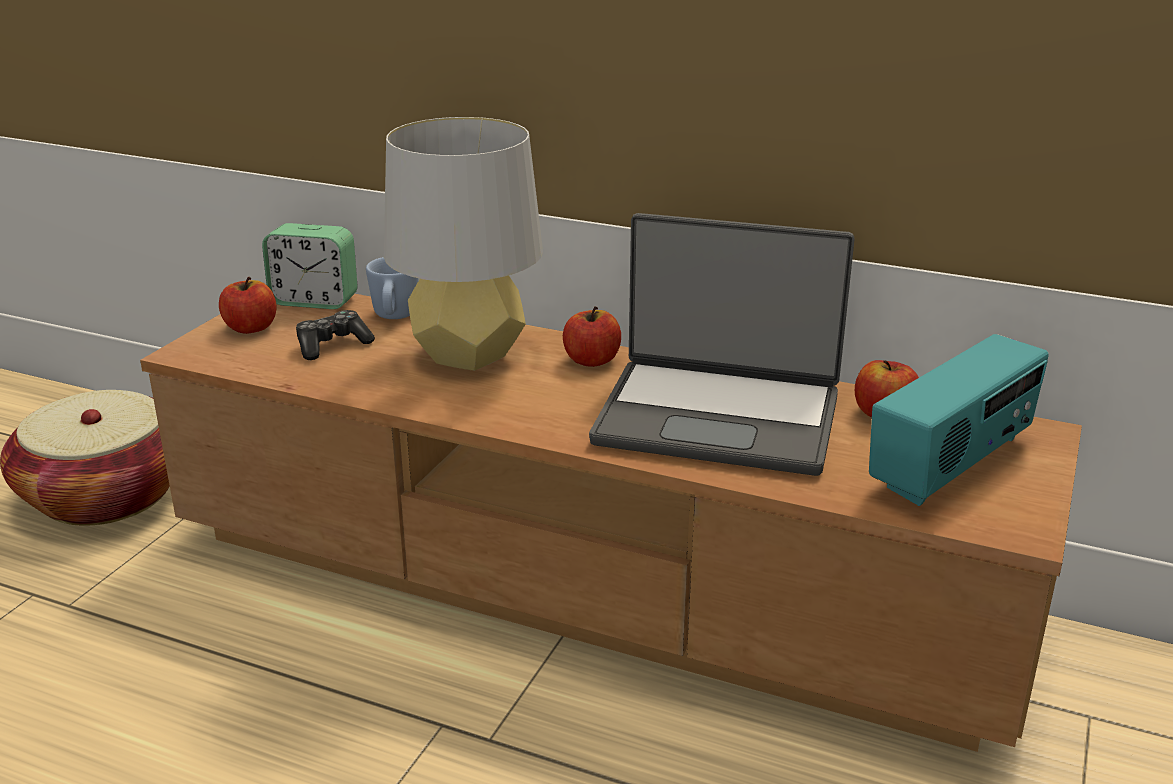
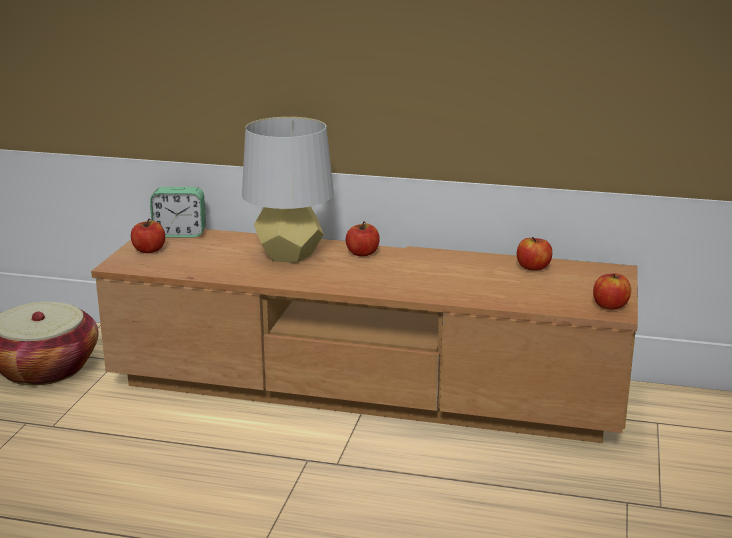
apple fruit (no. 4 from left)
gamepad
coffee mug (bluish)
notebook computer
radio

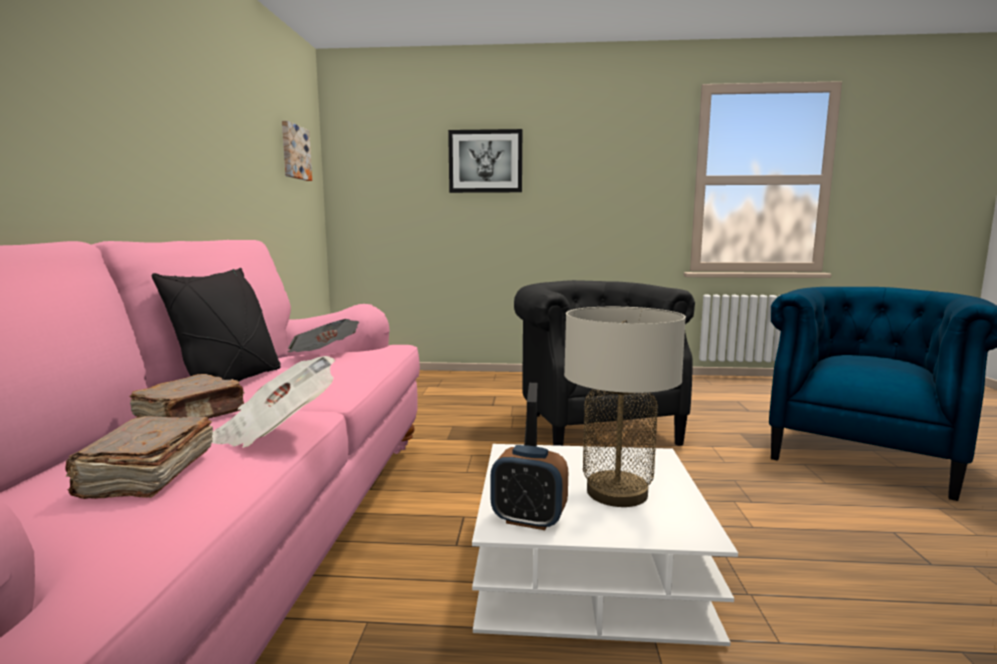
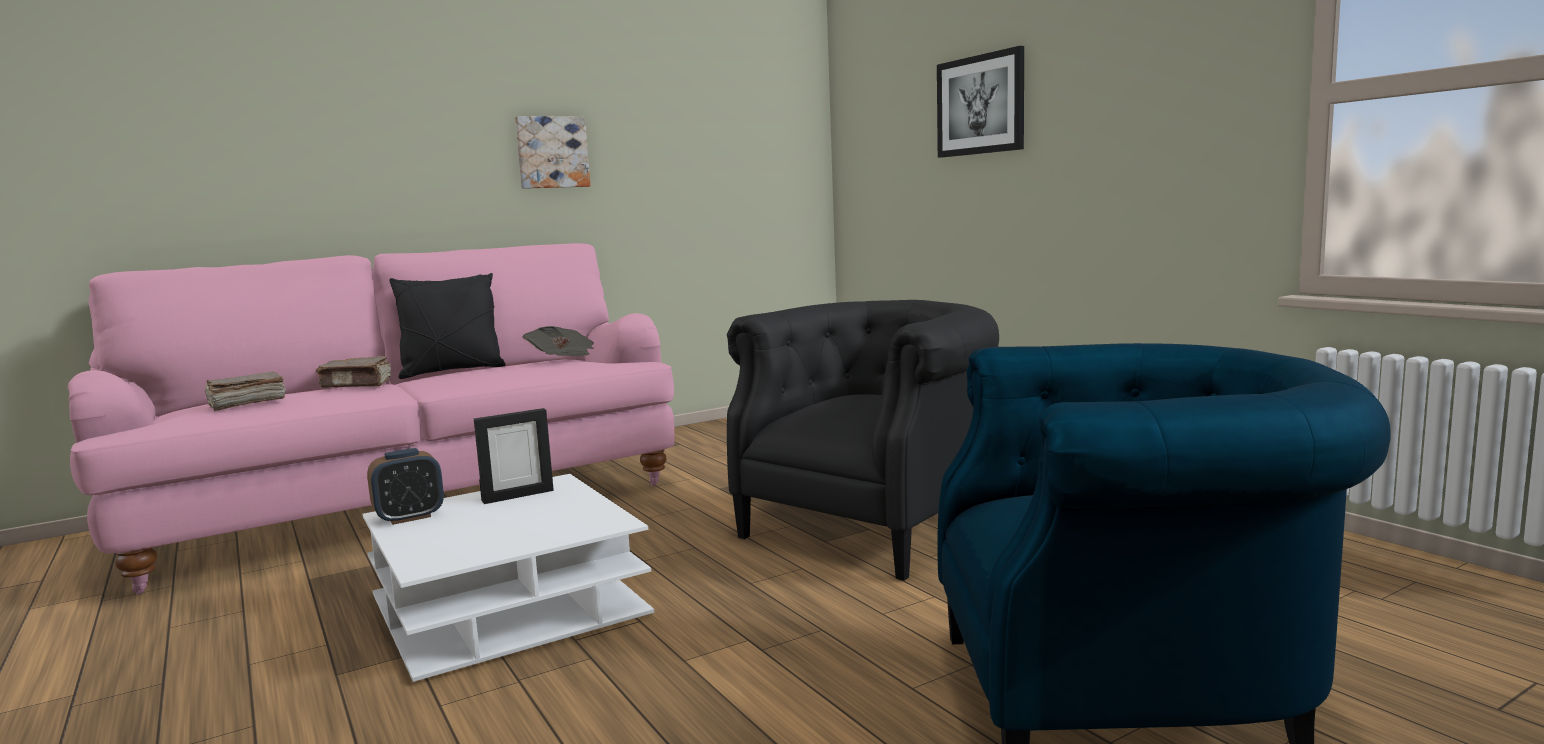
table clock
wall picture (no. 1 from left)
daily paper (no. 1 from left in the first image)
table lamp

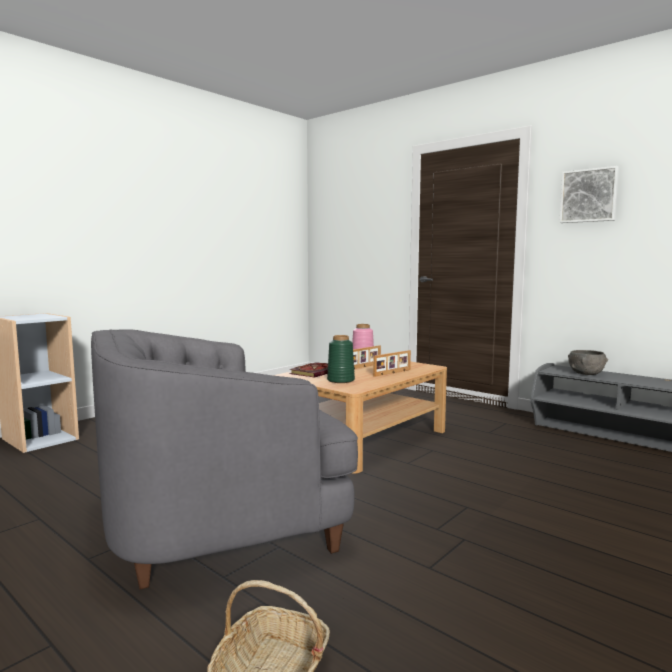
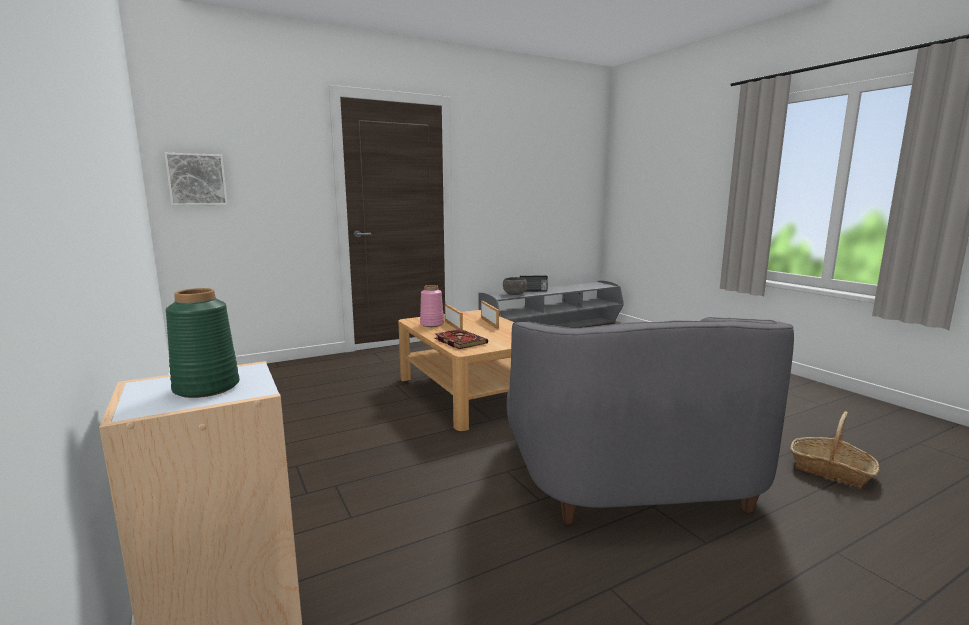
wall picture
flower vase (greenish)
radio

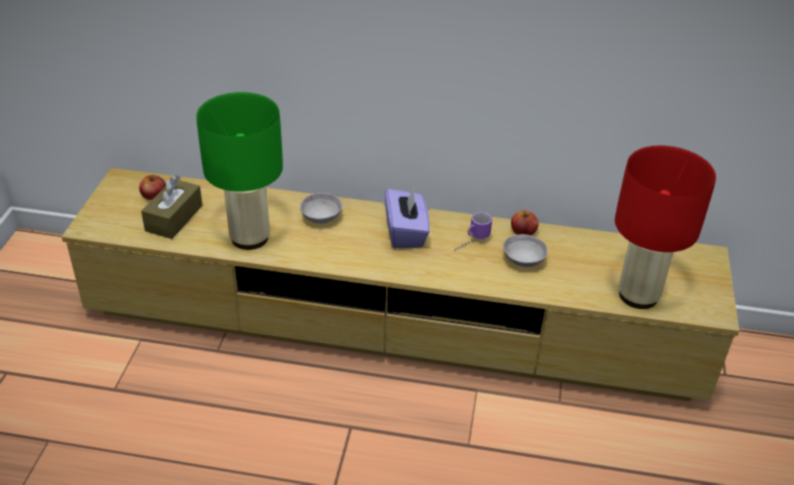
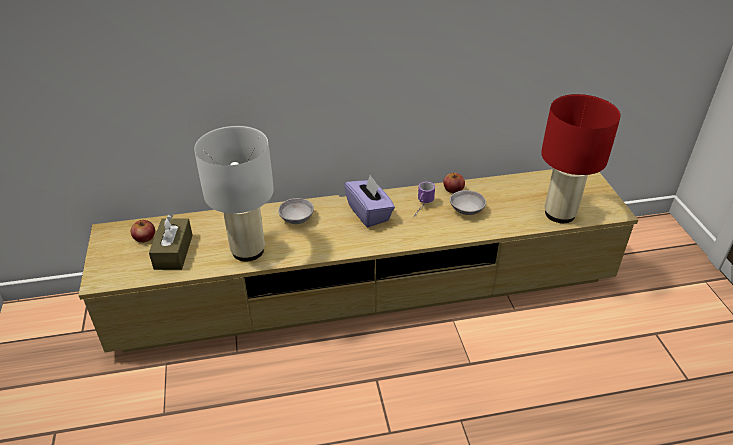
table lamp (white)

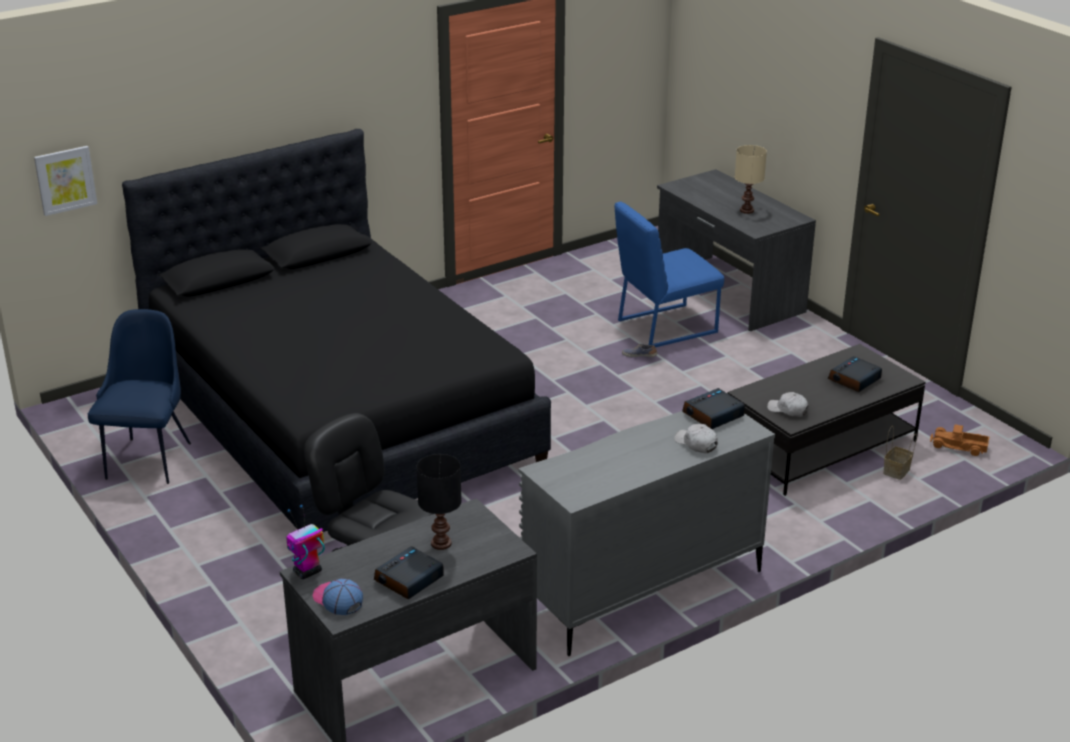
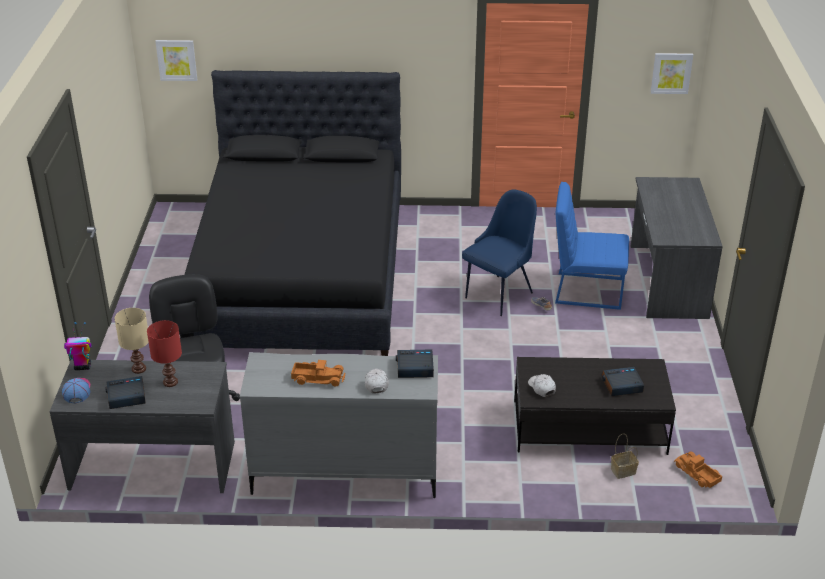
table lamp (beige-coloured)
table lamp (red)
model truck (no. 1 from left)
plain chair (bluish) (no. 1 from left)
wall picture (no. 2 from left)

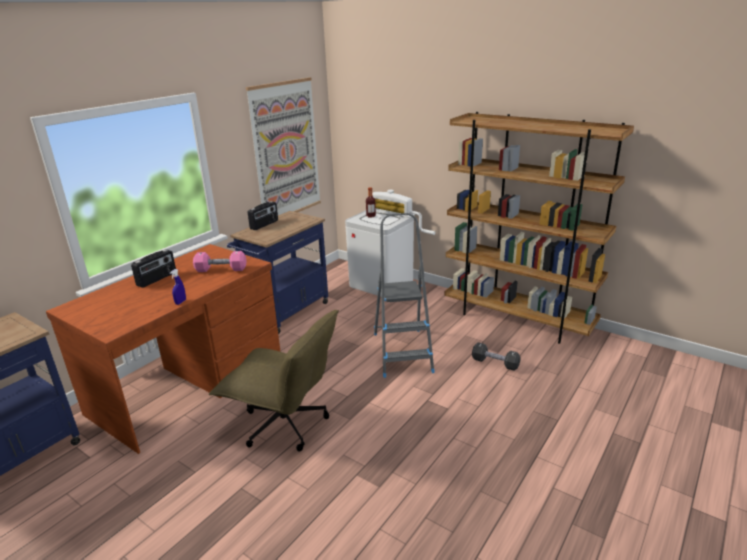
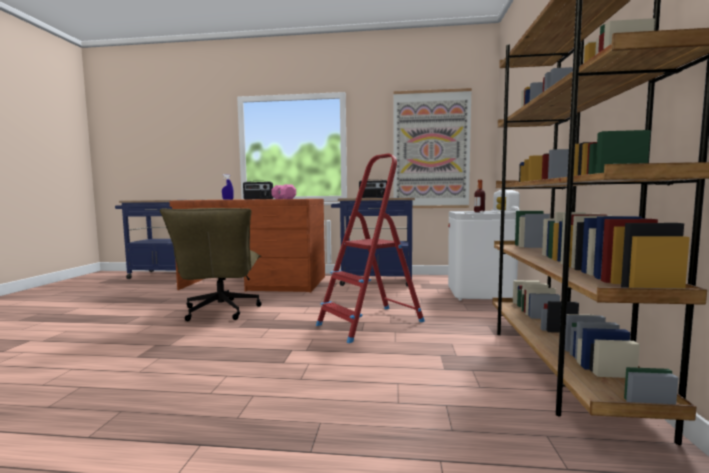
stepladder (red)
dumbbell (black-coloured)

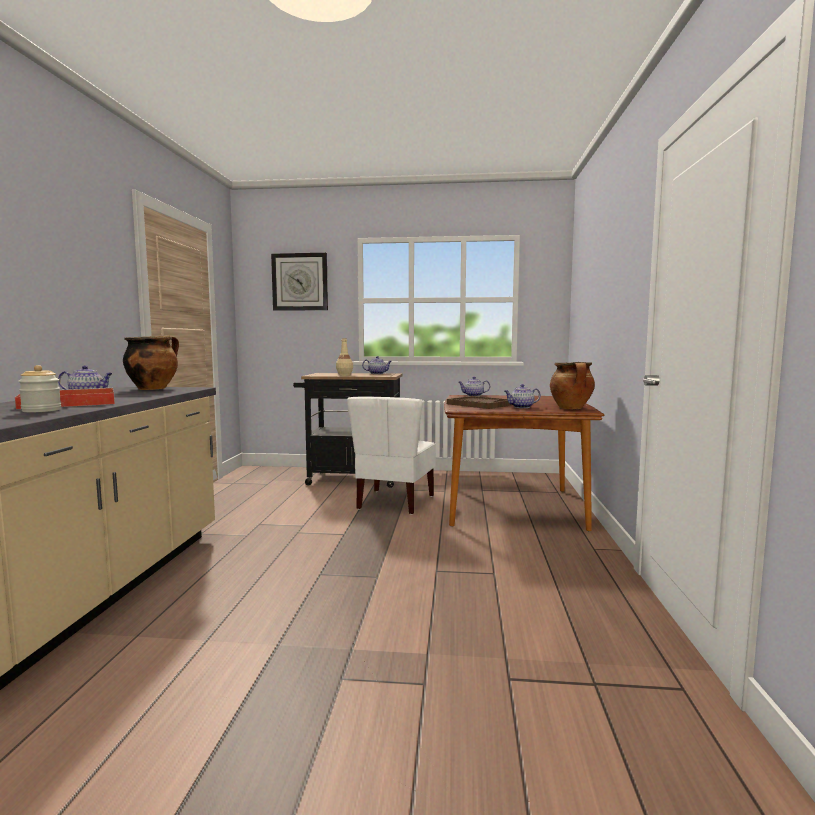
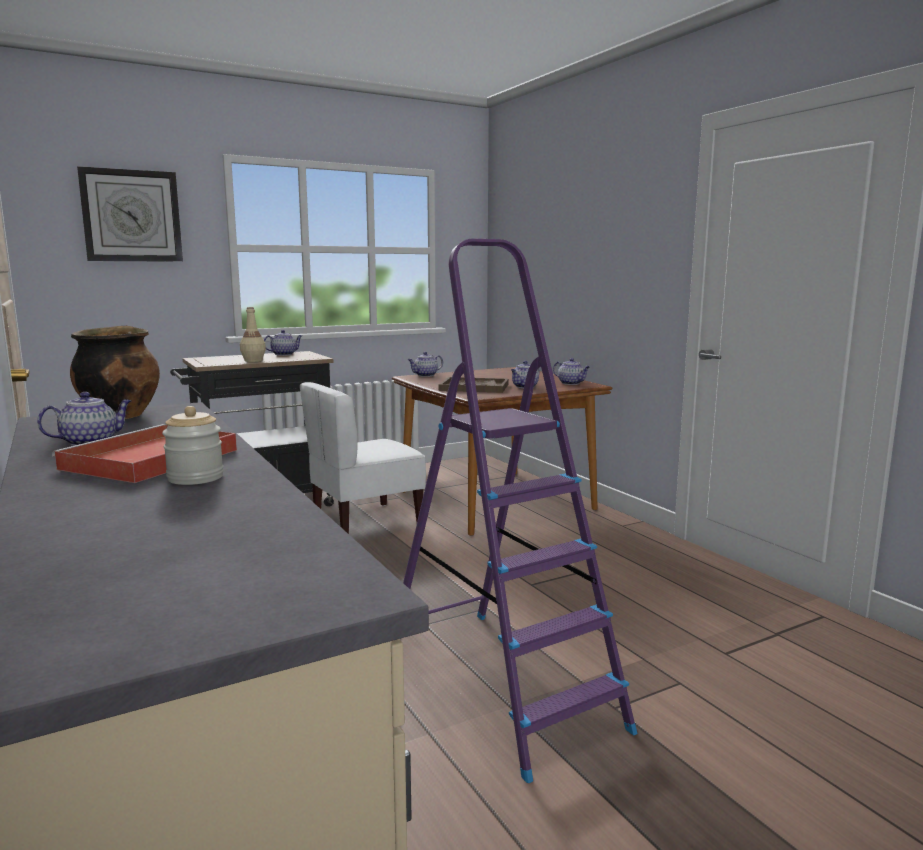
plain chair (white)
stepladder (purplish)
teapot (no. 5 from left)

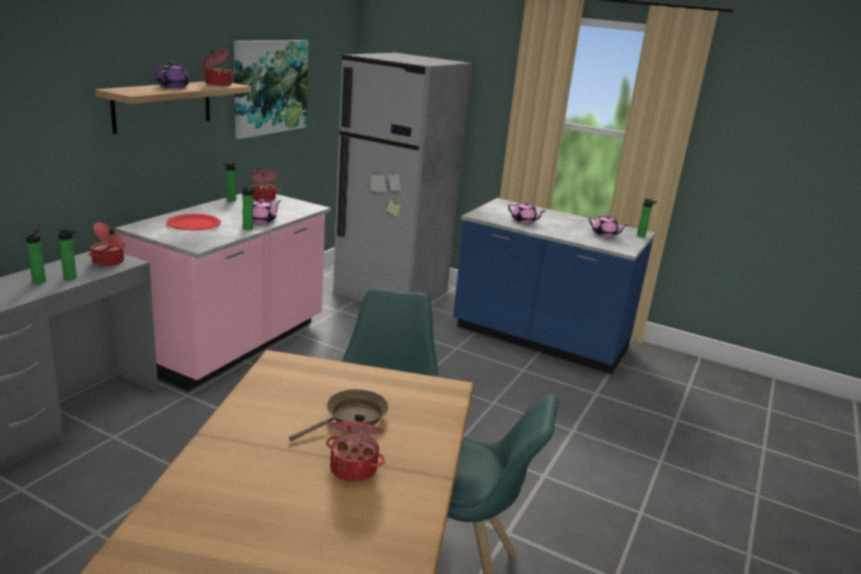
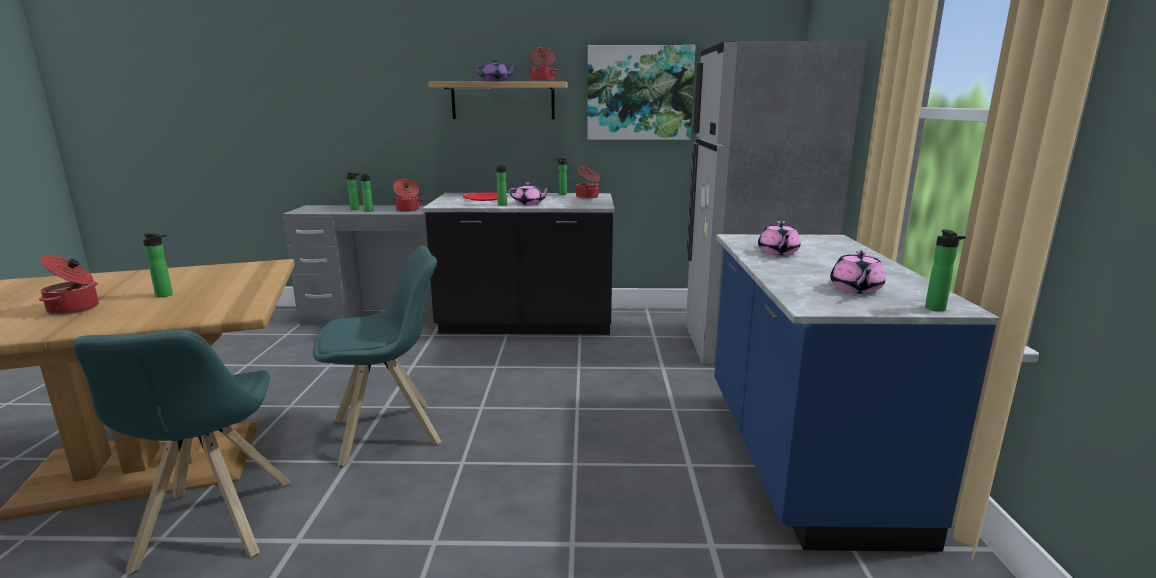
bottle (no. 1 from left)
kitchen base unit (black-coloured)

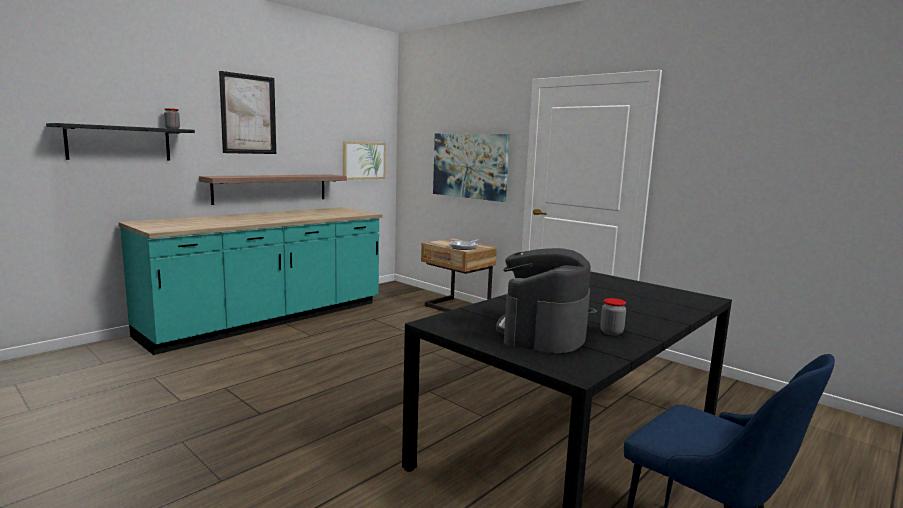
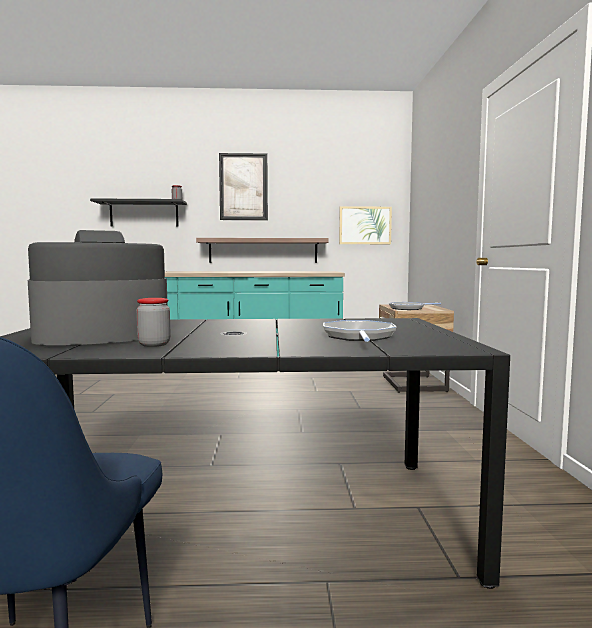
pan (no. 1 from left)
wall picture (no. 3 from left in the first image)

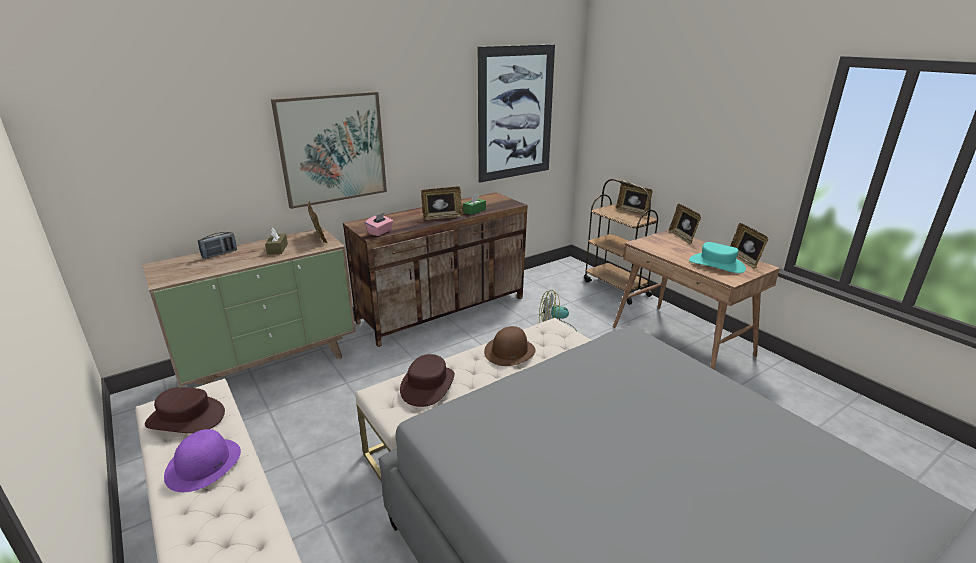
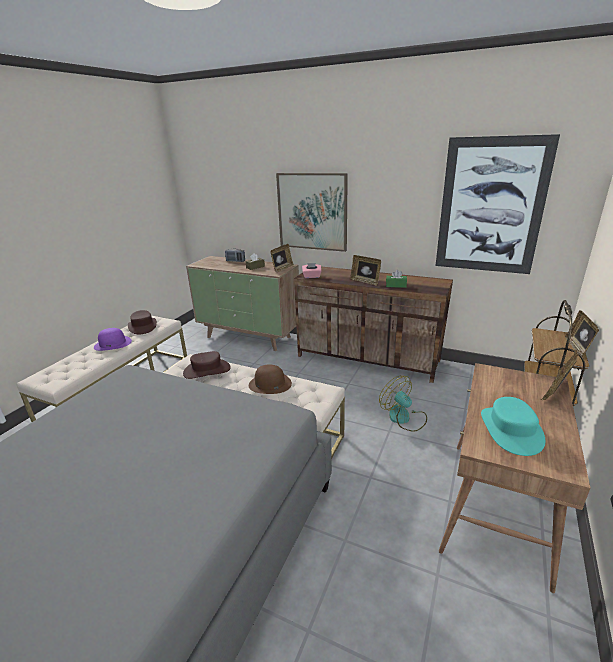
photo frame (no. 5 from left in the first image)

